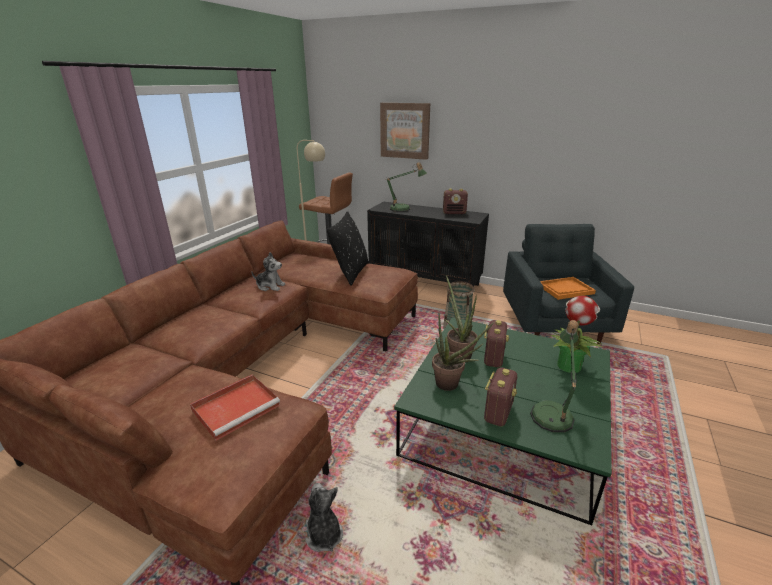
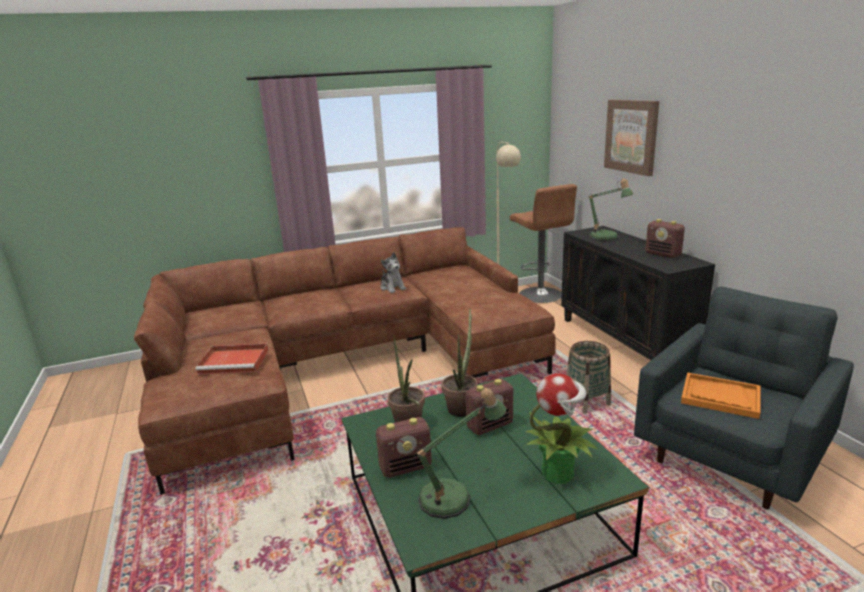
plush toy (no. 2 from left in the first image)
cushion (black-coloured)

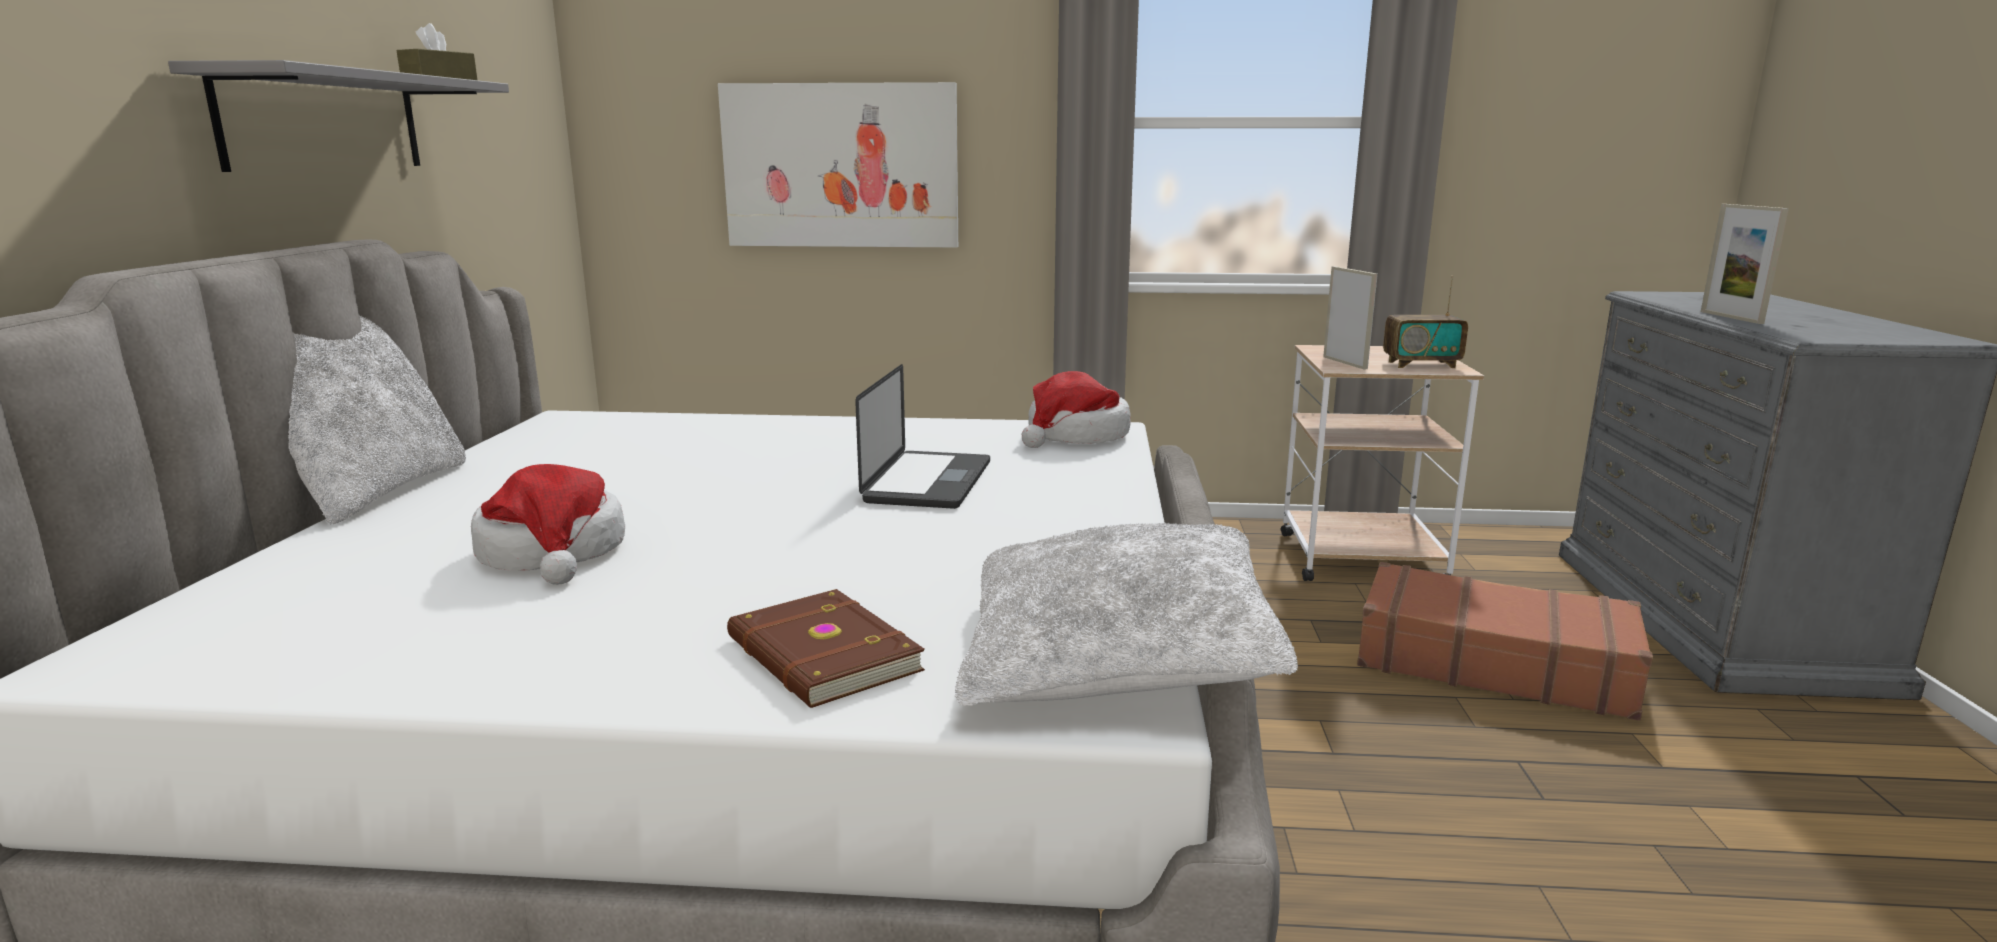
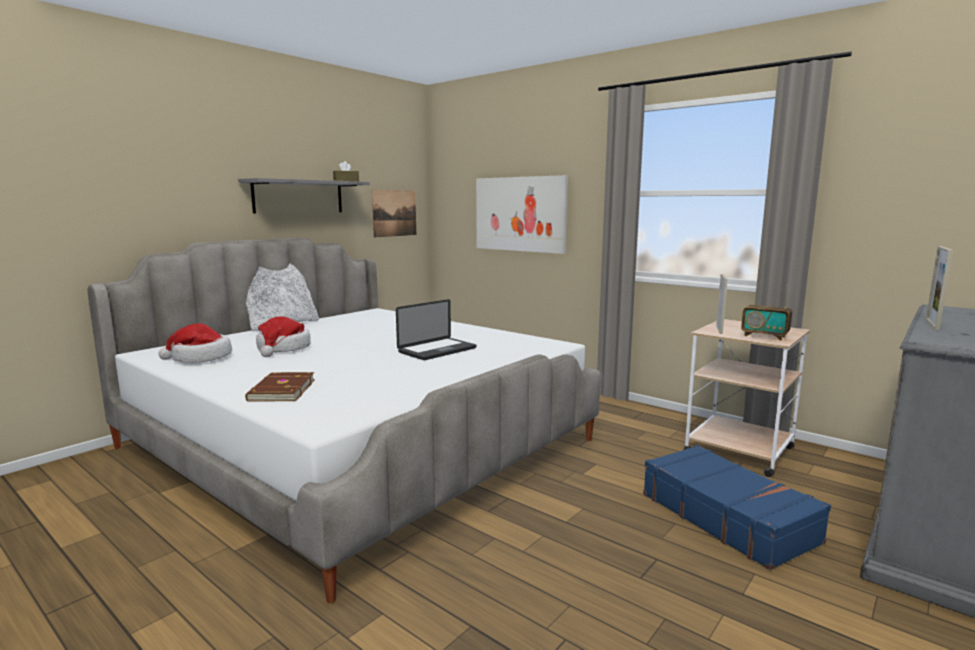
wearable hat (no. 1 from left)
wall picture (no. 1 from left)
suitcase (bluish)
cushion (white) (no. 2 from left in the first image)

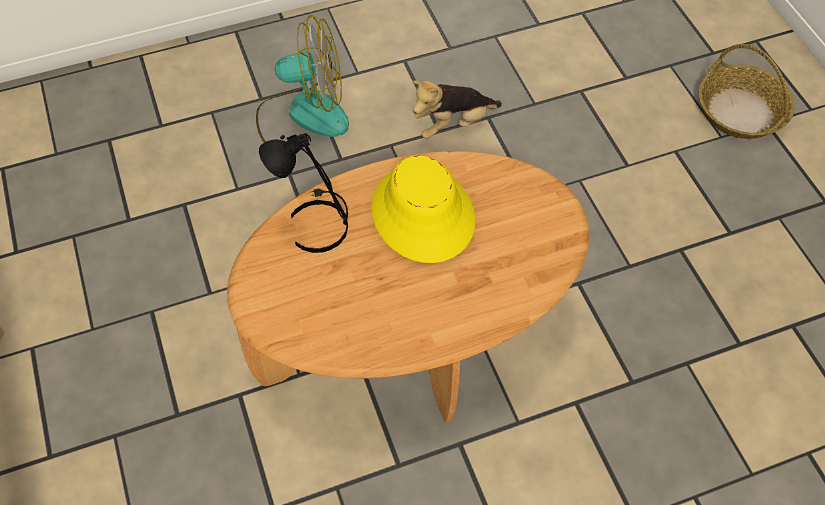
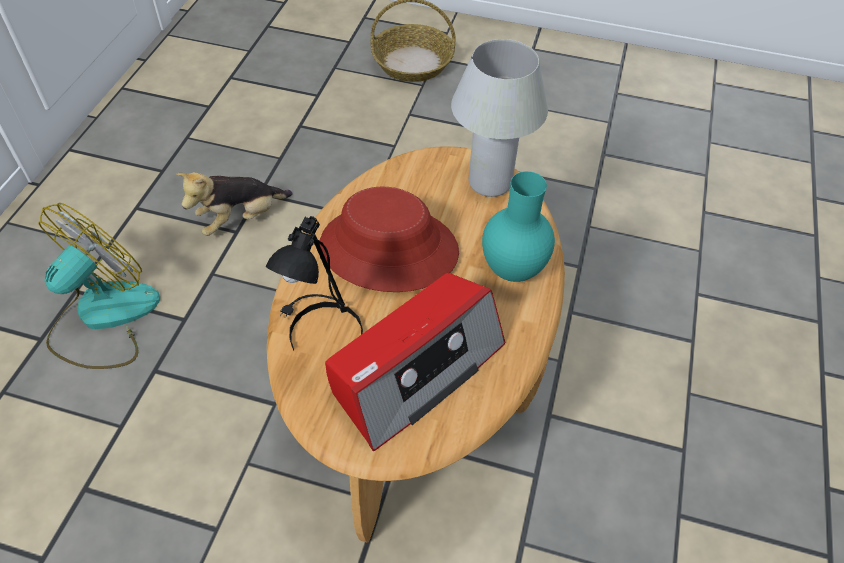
plush toy
wearable hat (red)
radio
table lamp (white)
flower vase (blue-green)

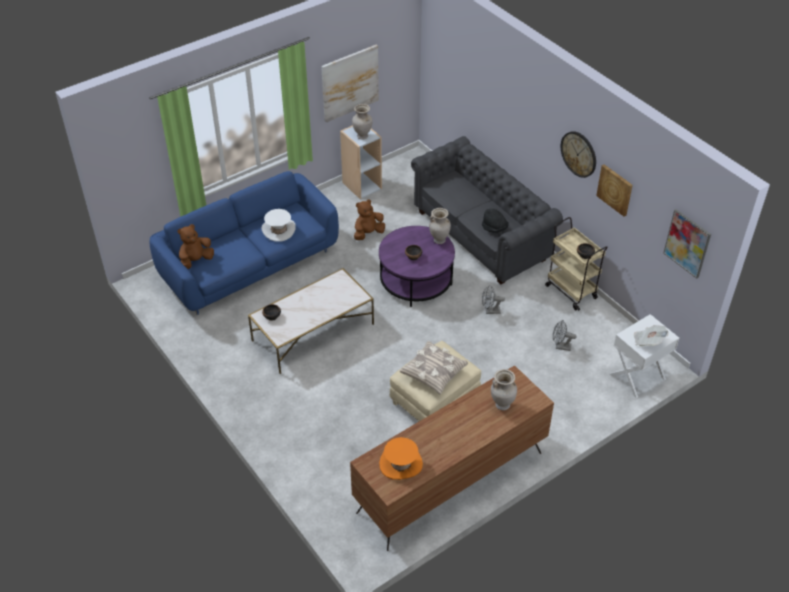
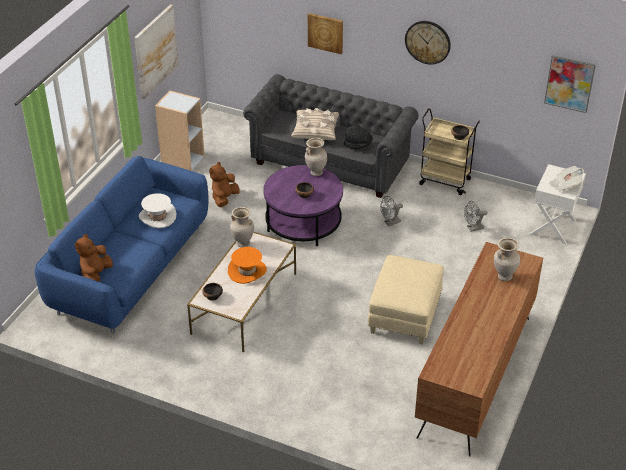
wearable hat (orangey)
flower vase (beige-coloured) (no. 1 from left)
cushion (beige-coloured)
wall picture (no. 2 from left)

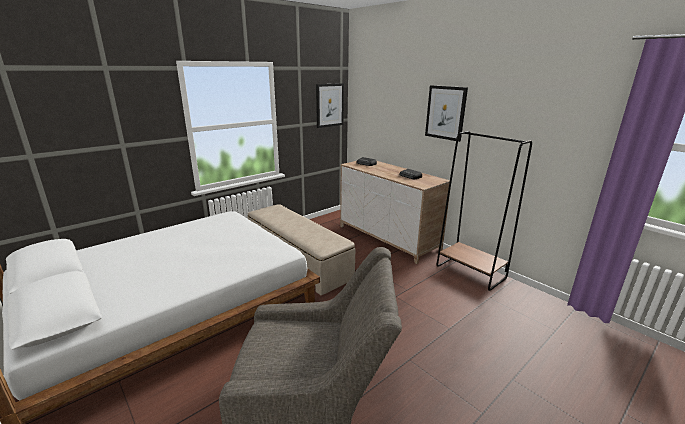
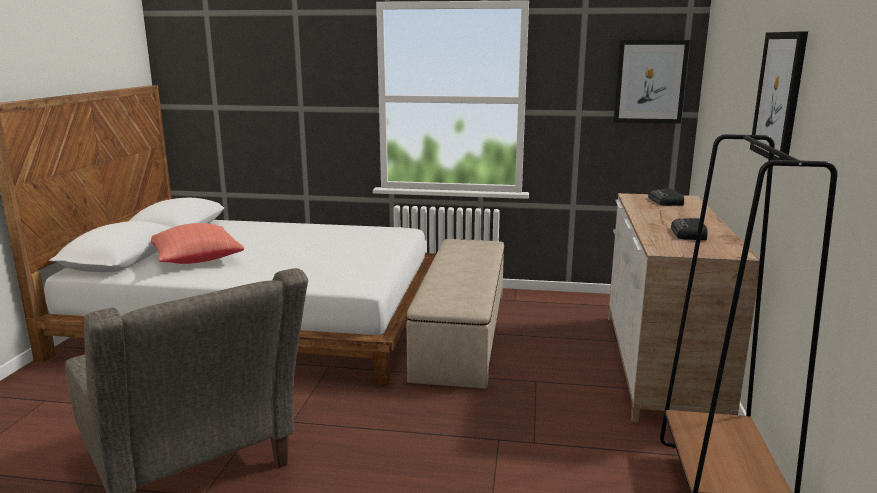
cushion (red)

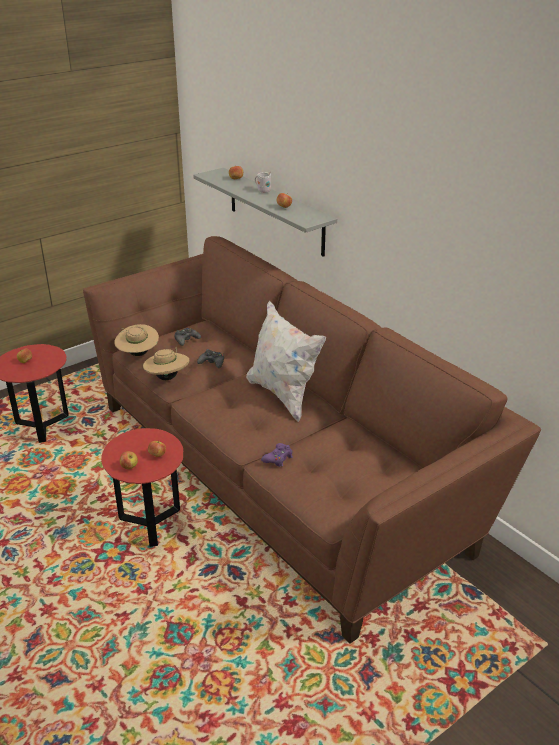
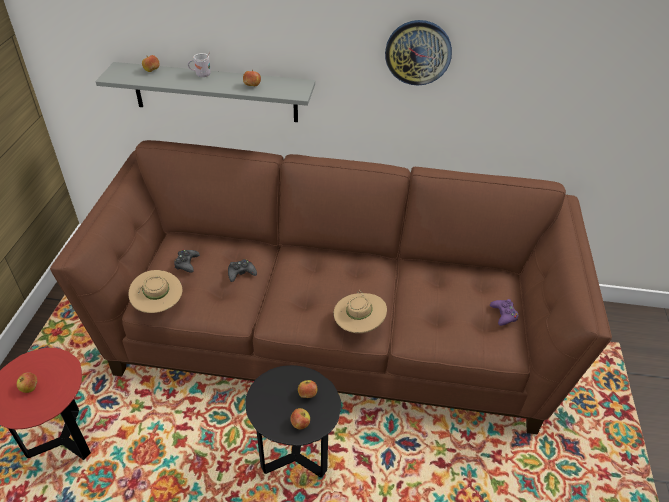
side table (black-coloured)
wearable hat (beige-coloured) (no. 2 from left)
hanging clock
gamepad (purplish)
cushion (white)

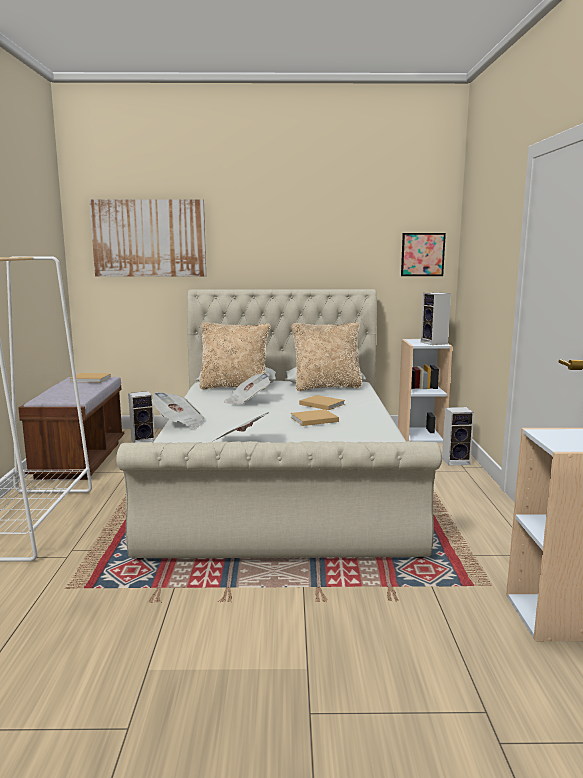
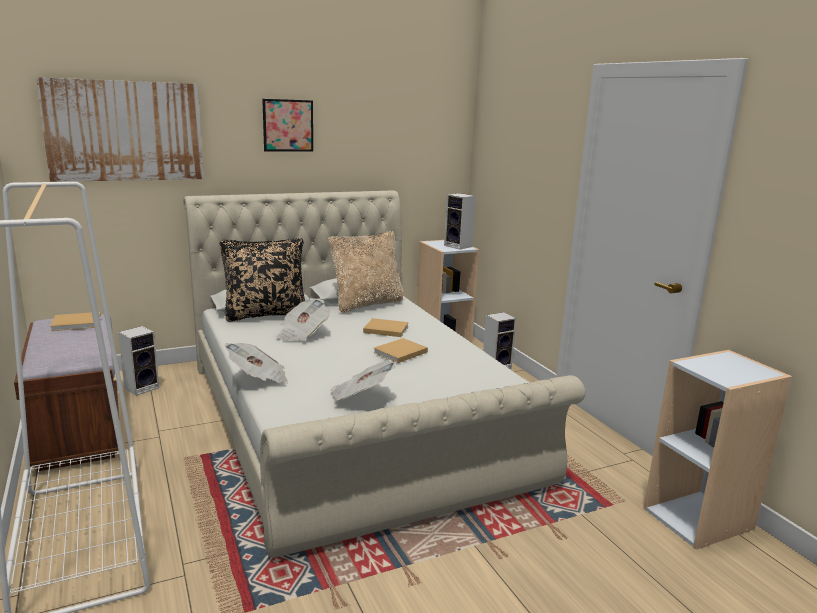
cushion (black-coloured)
wall picture (no. 2 from left)

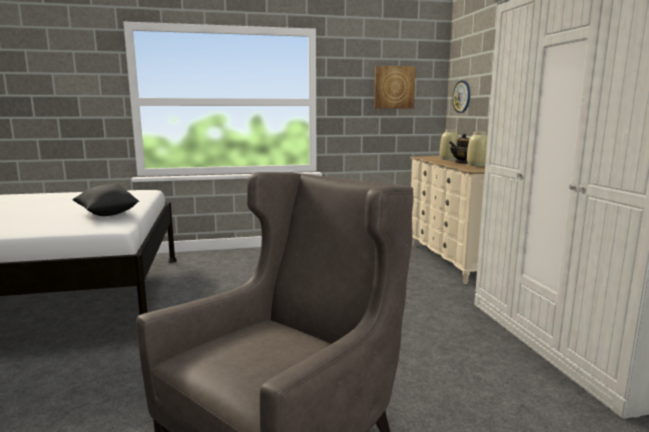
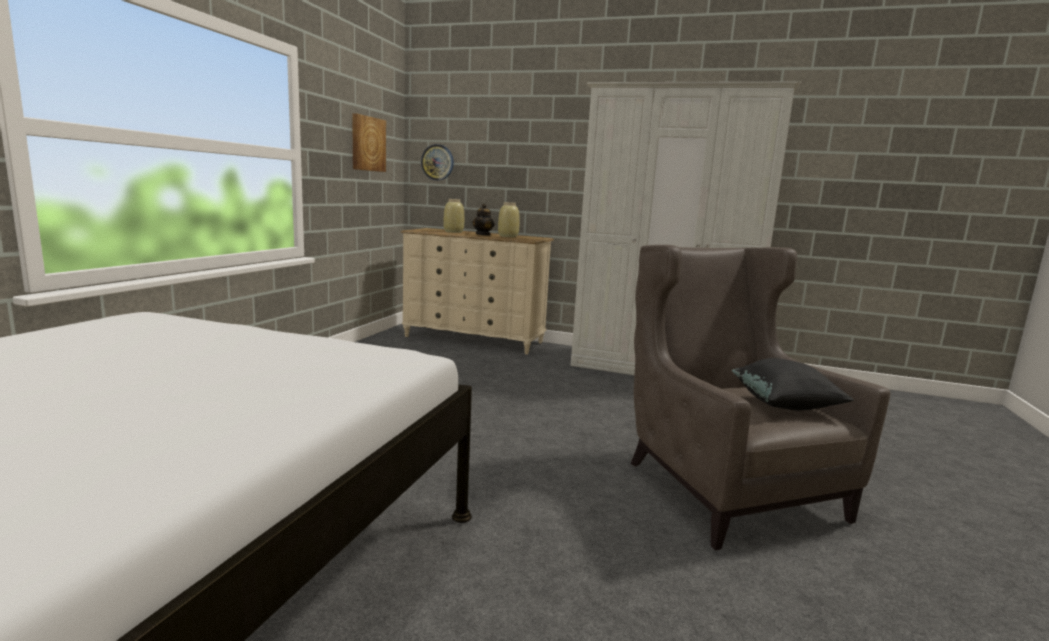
cushion (black-coloured)

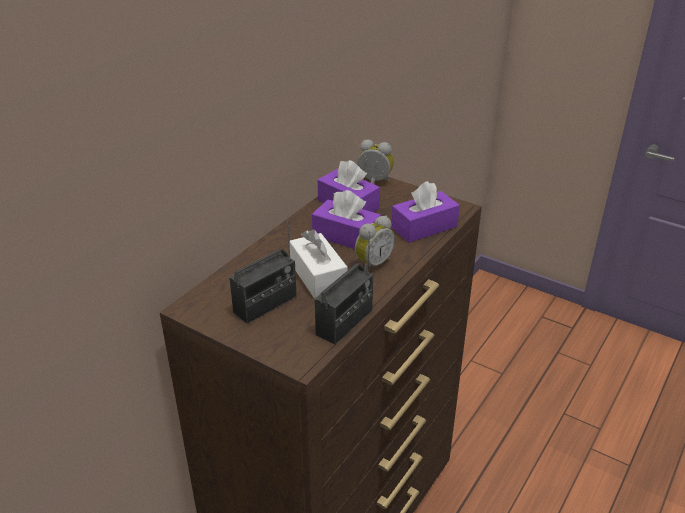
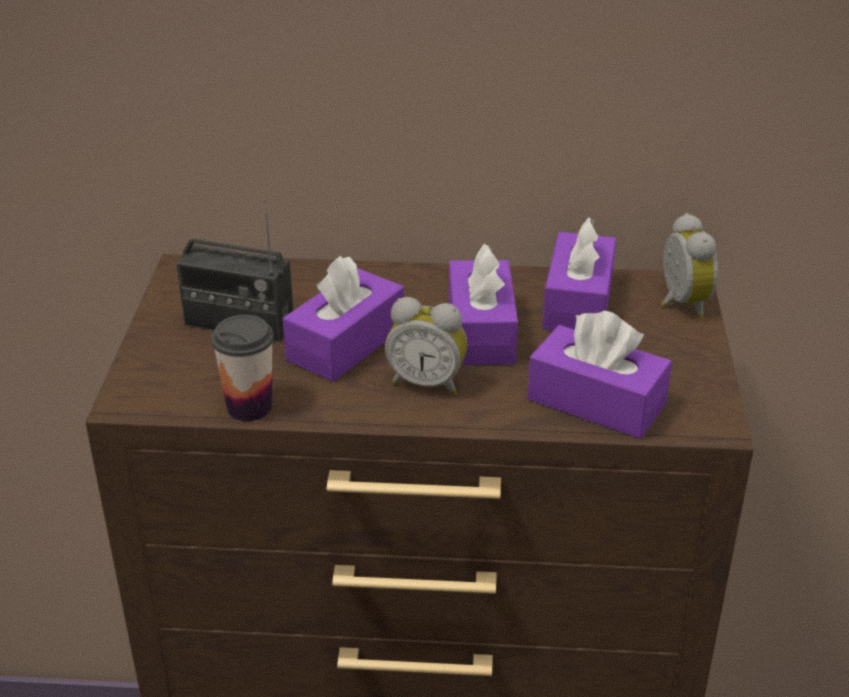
drinking cup
tissue box (purplish) (no. 1 from left)

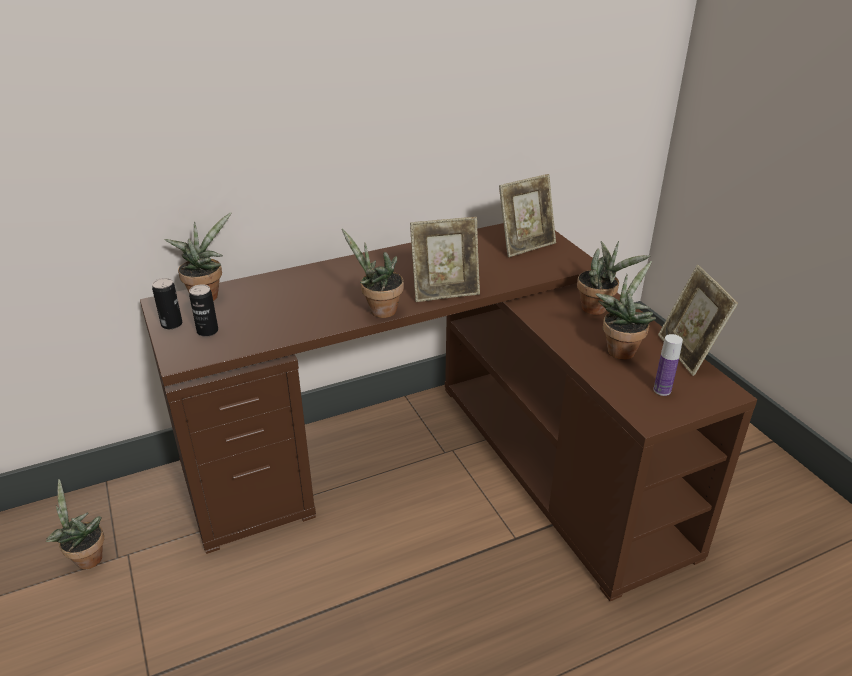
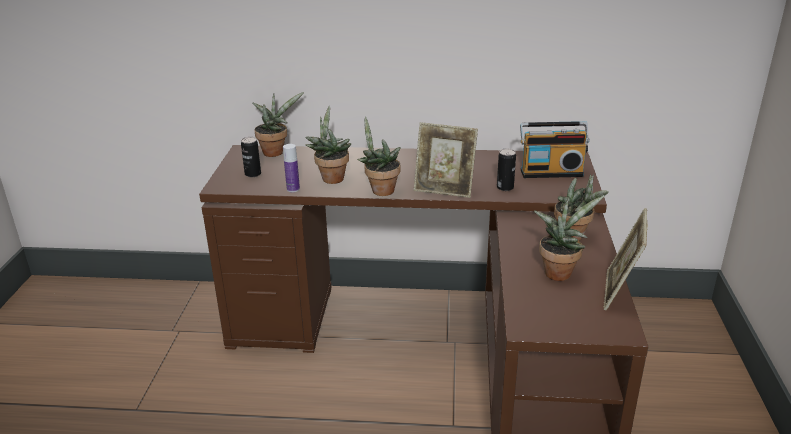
bottle
plant in a pot (no. 2 from left)
sealed can (no. 2 from left)
radio

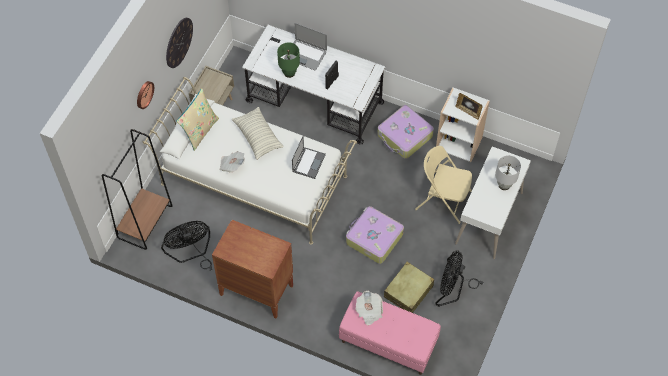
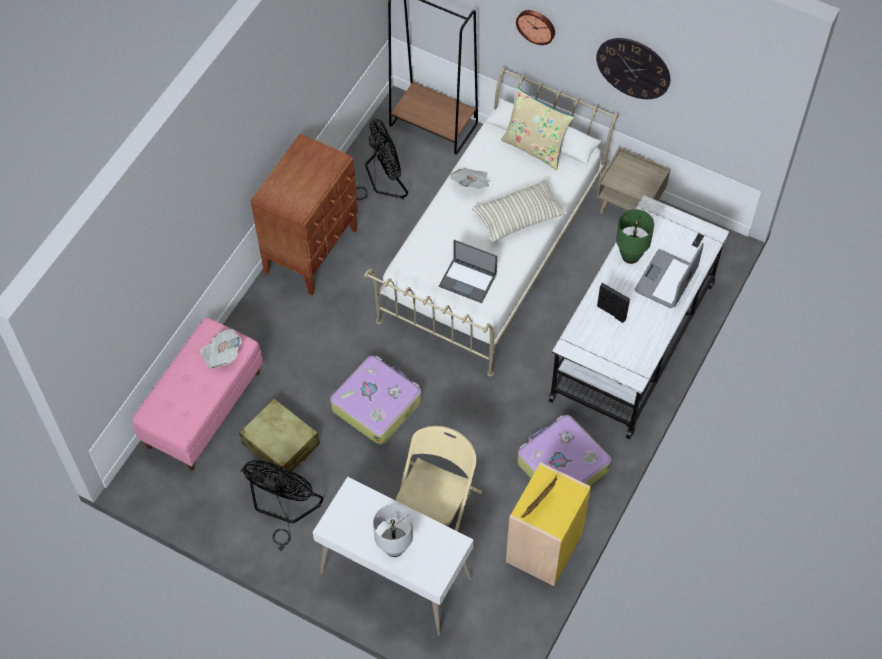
bookcase (yellow)

